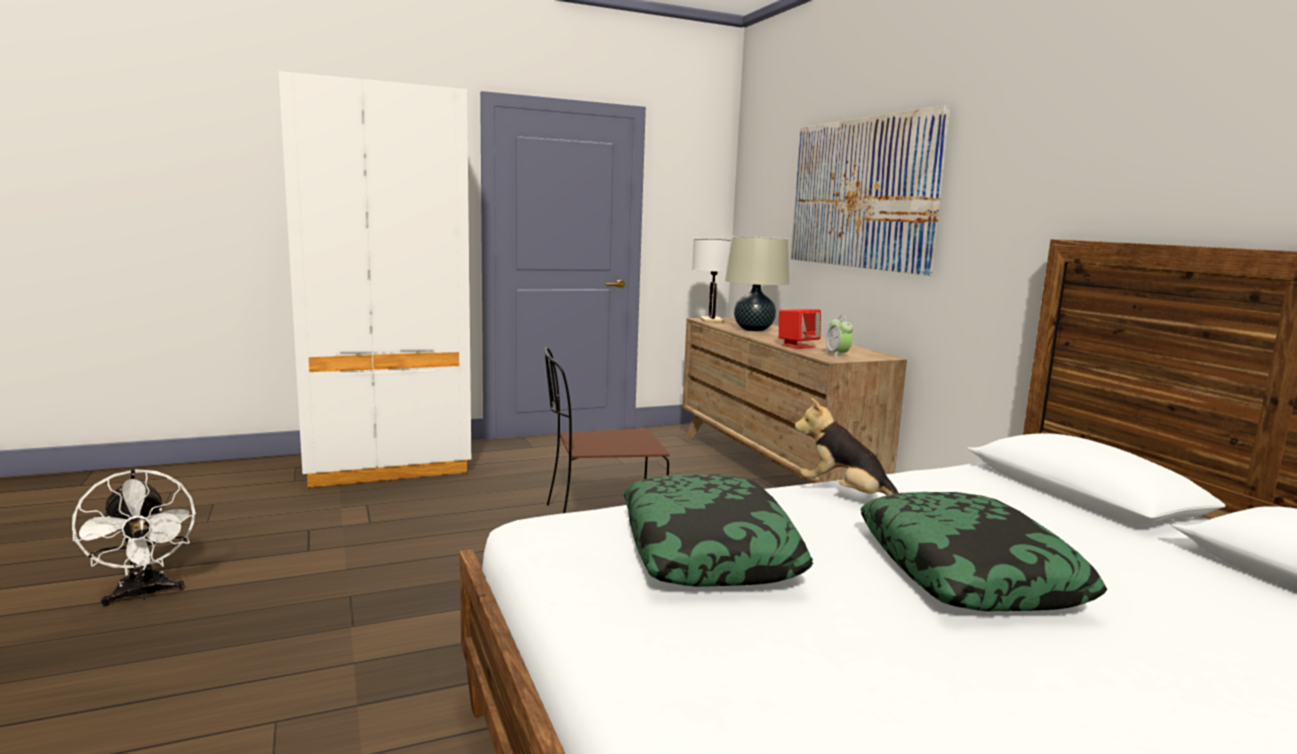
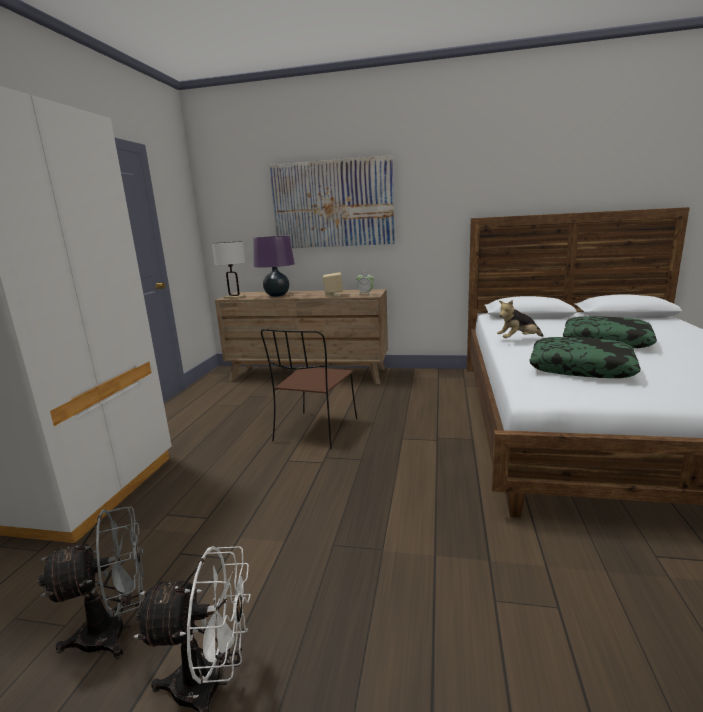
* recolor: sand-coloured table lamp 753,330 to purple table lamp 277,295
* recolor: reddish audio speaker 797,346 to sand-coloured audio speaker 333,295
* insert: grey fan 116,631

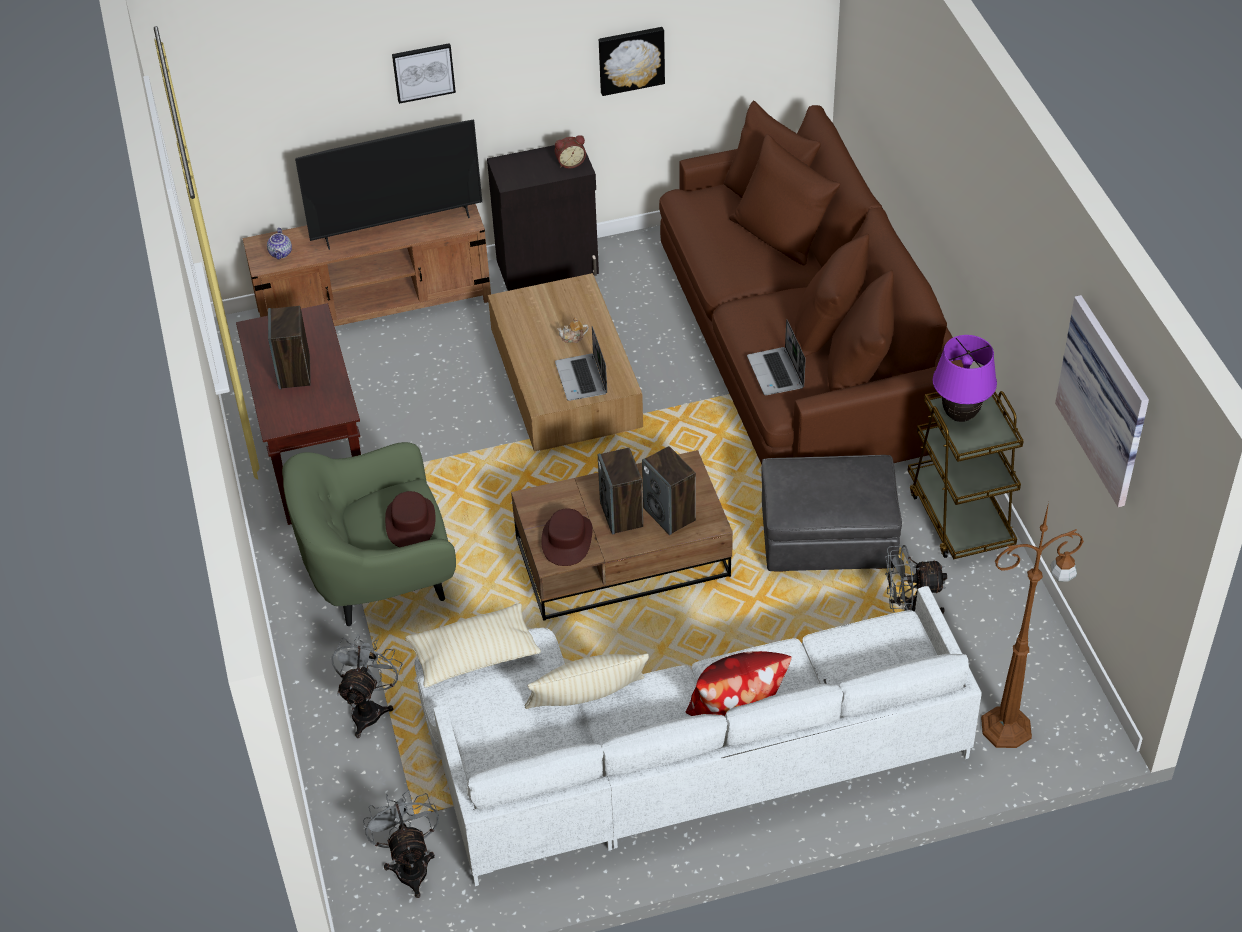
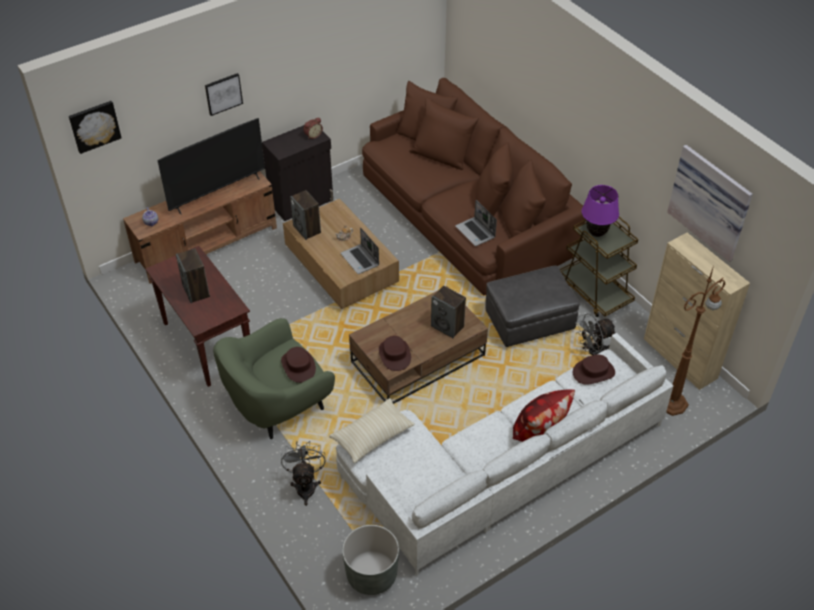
* replace: grey fan 410,865 to grey flower pot 371,574
* delete: sand-coloured throw pillow 587,699
* move: audio speaker 622,515 to 307,229
* move: picture 631,59 to 94,126
* insert: brown clothing hat 593,372
* insert: sand-coloured storage cabinet 680,359

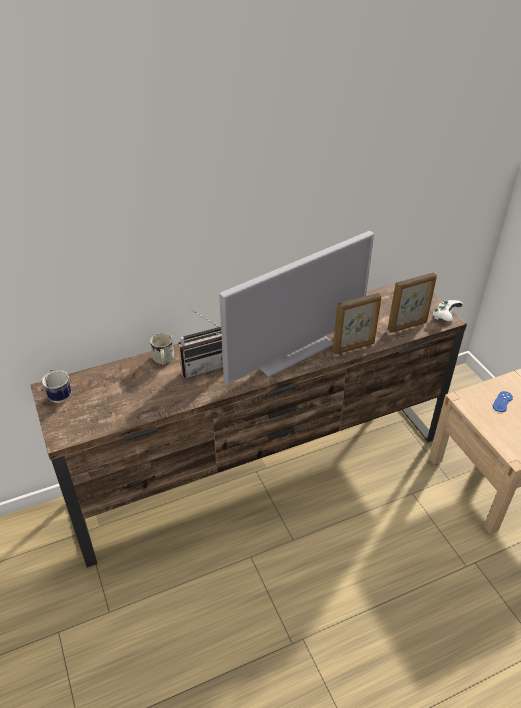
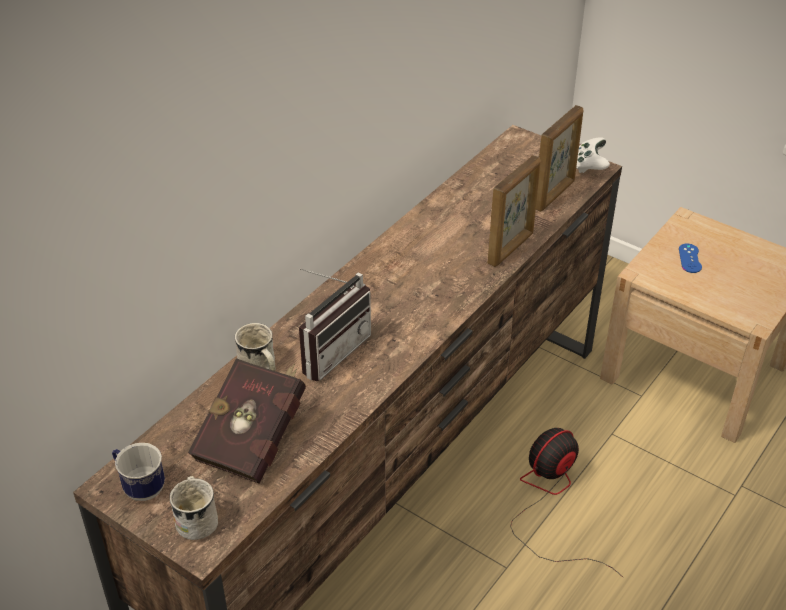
* delete: television 293,352
* insert: white-coloured tea mug 197,518
* insert: reddish bound book 255,438
* insert: fan 551,501

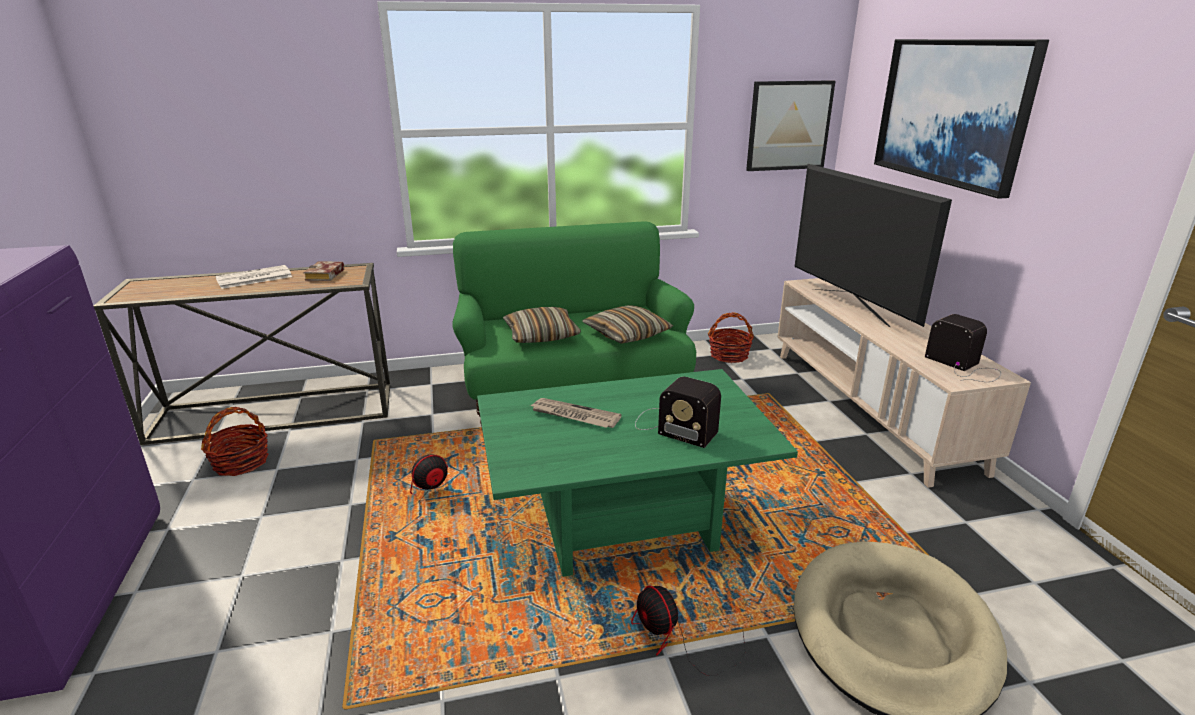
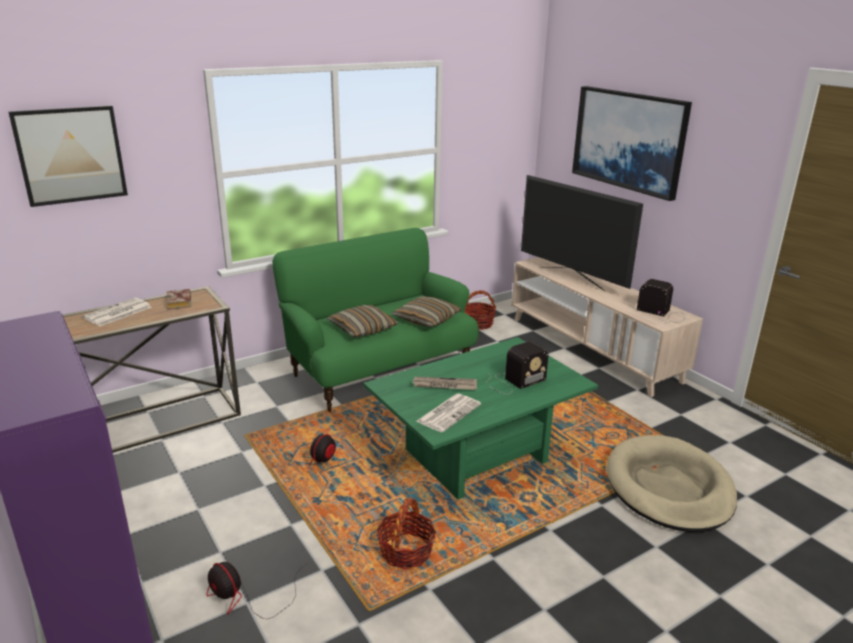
* move: basket 241,462 to 406,551
* move: fan 681,640 to 247,598
* rotate: radio set 672,426 = 513,381 45 degrees counterclockwise
* move: picture 789,126 to 71,155
* insert: printed paper 449,412

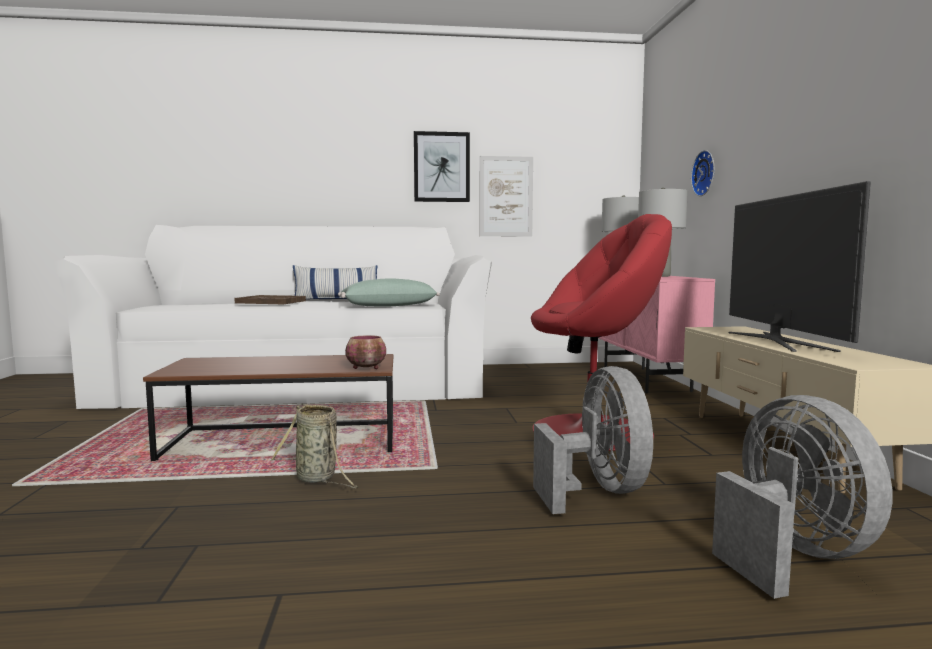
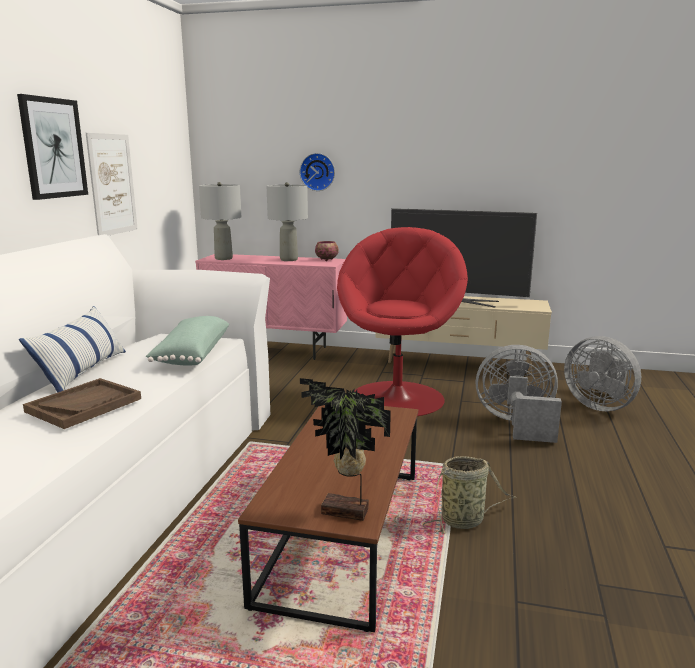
* move: bowl 367,368 to 327,260
* rotate: grey fan 790,555 = 599,405 135 degrees counterclockwise
* insert: houseplant 345,513

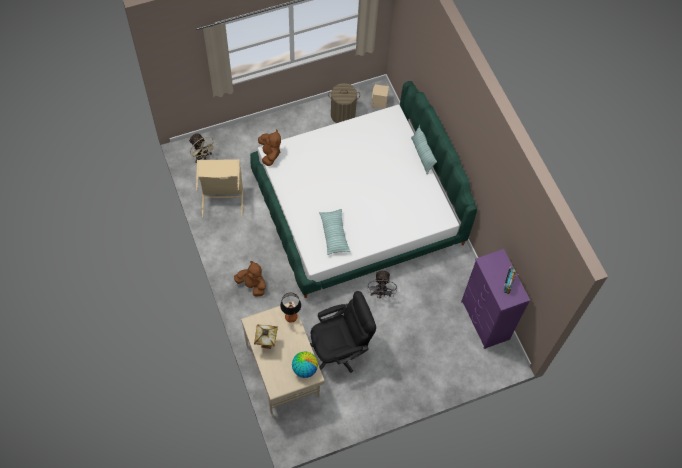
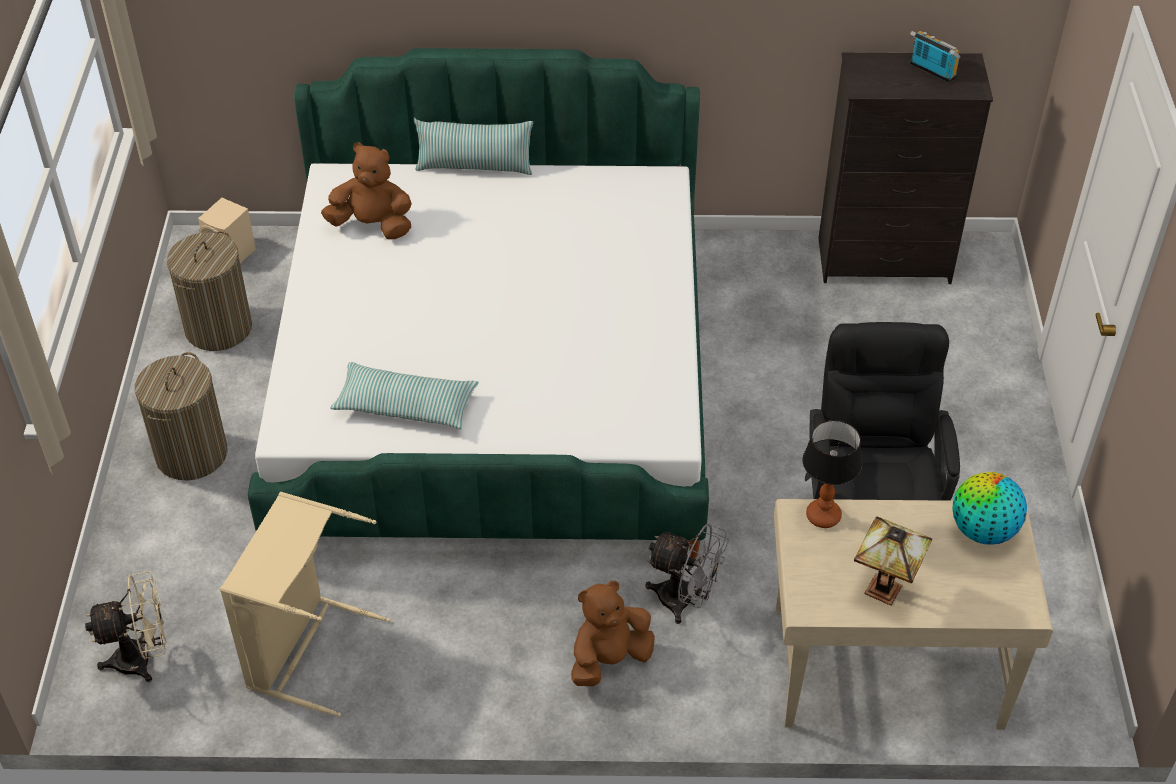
* move: brown soft toy 270,154 to 372,225
* move: throw pillow 334,234 to 406,406
* move: grey fan 380,293 to 684,601
* recolor: purple dresser 484,321 to blackish dresser 885,261
* insert: laundry basket 191,453

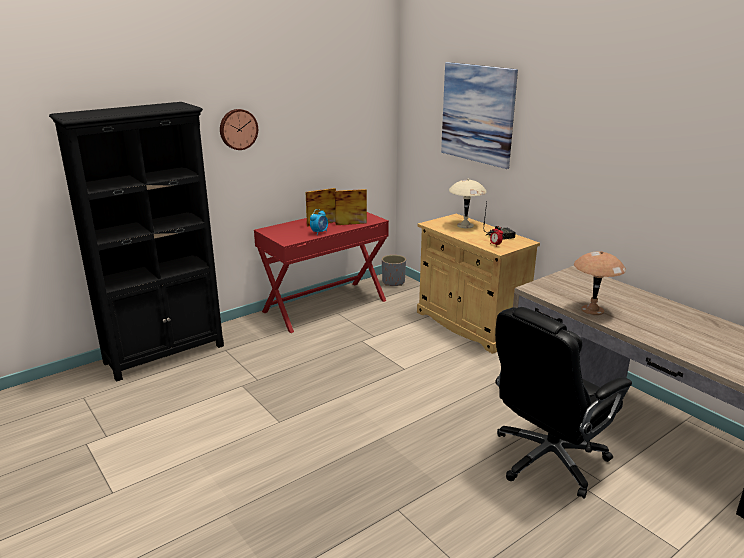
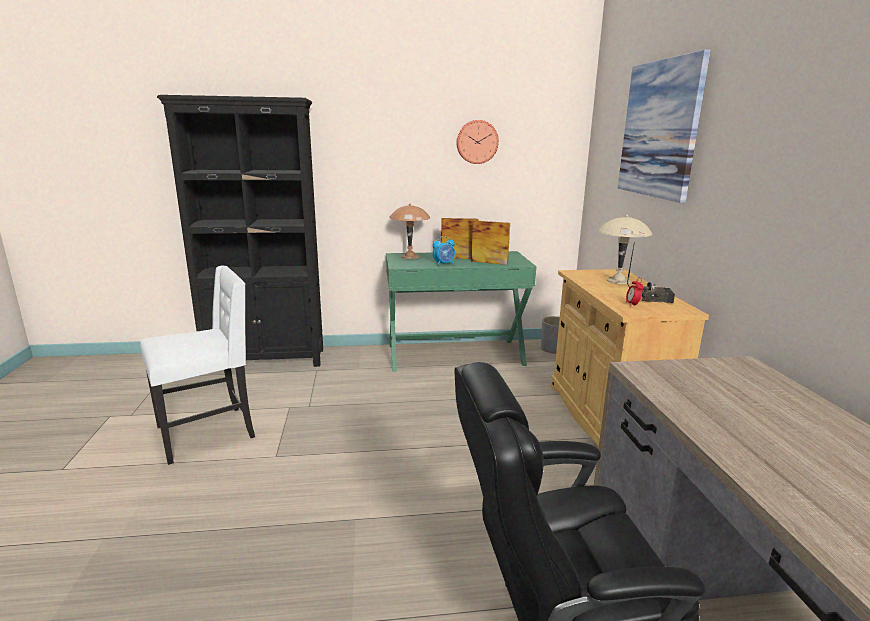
* move: hanging clock 238,129 to 477,142
* recolor: reddish desk 324,305 to green desk 455,354
* move: brown table lamp 592,310 to 409,256
* insert: white-coloured chair 208,432

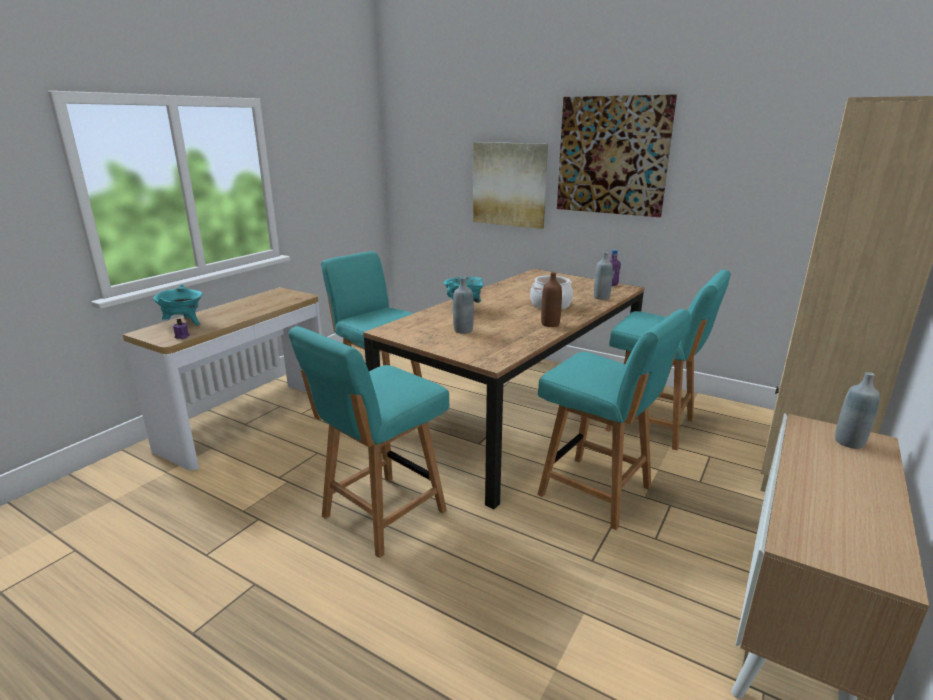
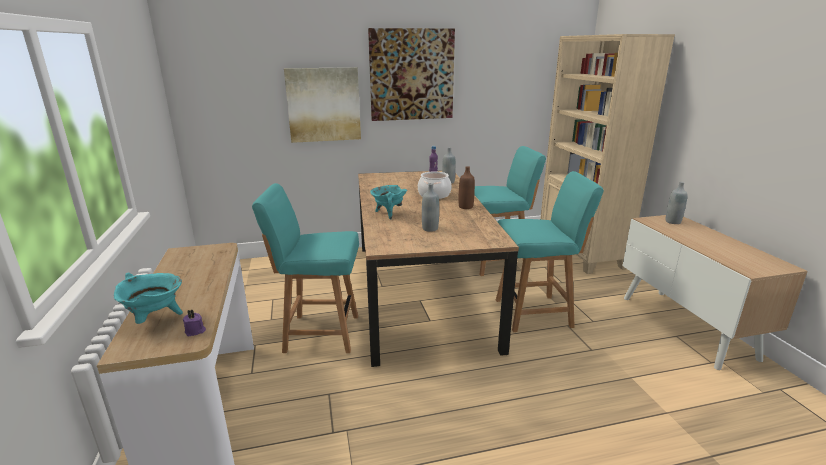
* delete: blue-green chair 381,515

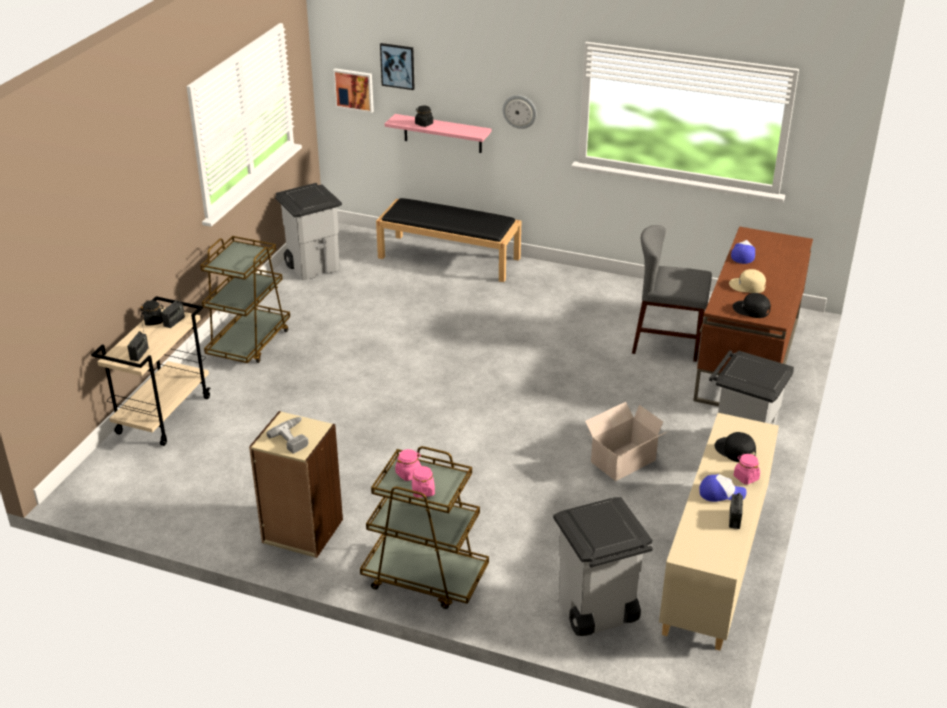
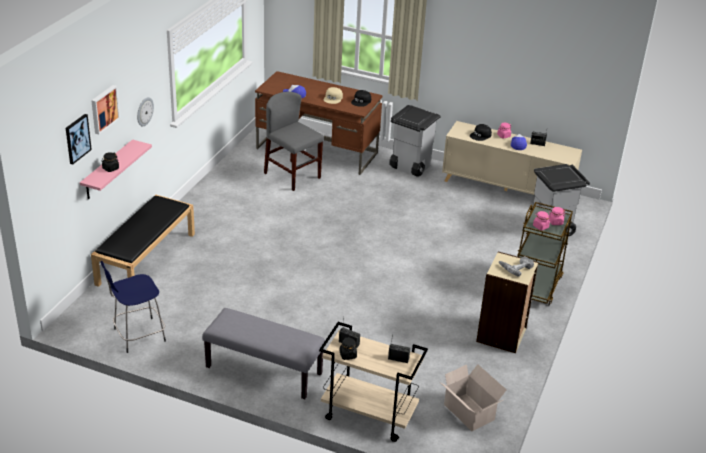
* replace: brown cart 249,343 to grey bench 263,371
* replace: grey rubbish bin 313,266 to bluish sitting stool 137,335
* move: picture 354,89 to 104,109
* move: cardboard box 621,461 to 469,413
* rotate: grey chair 667,342 = 292,175 120 degrees clockwise

